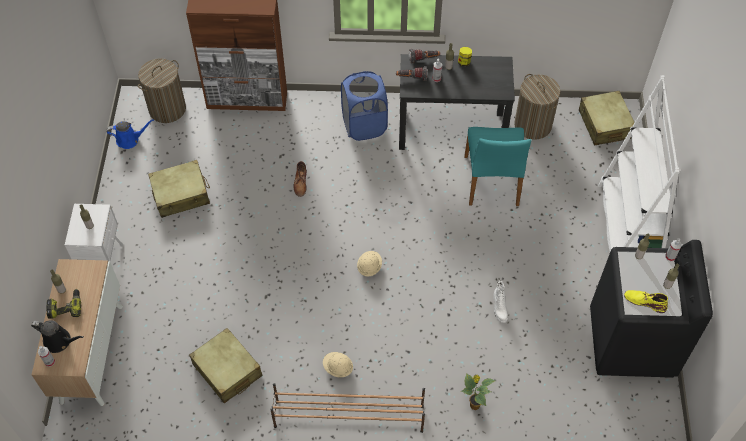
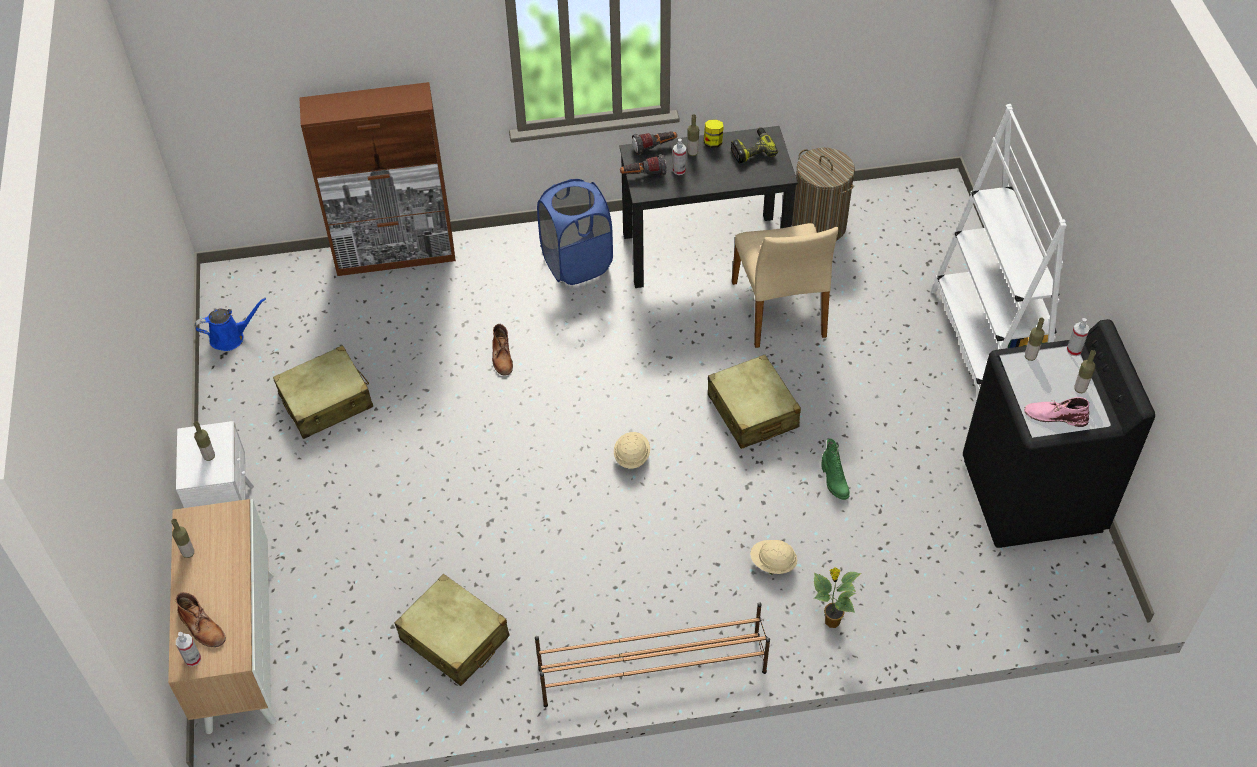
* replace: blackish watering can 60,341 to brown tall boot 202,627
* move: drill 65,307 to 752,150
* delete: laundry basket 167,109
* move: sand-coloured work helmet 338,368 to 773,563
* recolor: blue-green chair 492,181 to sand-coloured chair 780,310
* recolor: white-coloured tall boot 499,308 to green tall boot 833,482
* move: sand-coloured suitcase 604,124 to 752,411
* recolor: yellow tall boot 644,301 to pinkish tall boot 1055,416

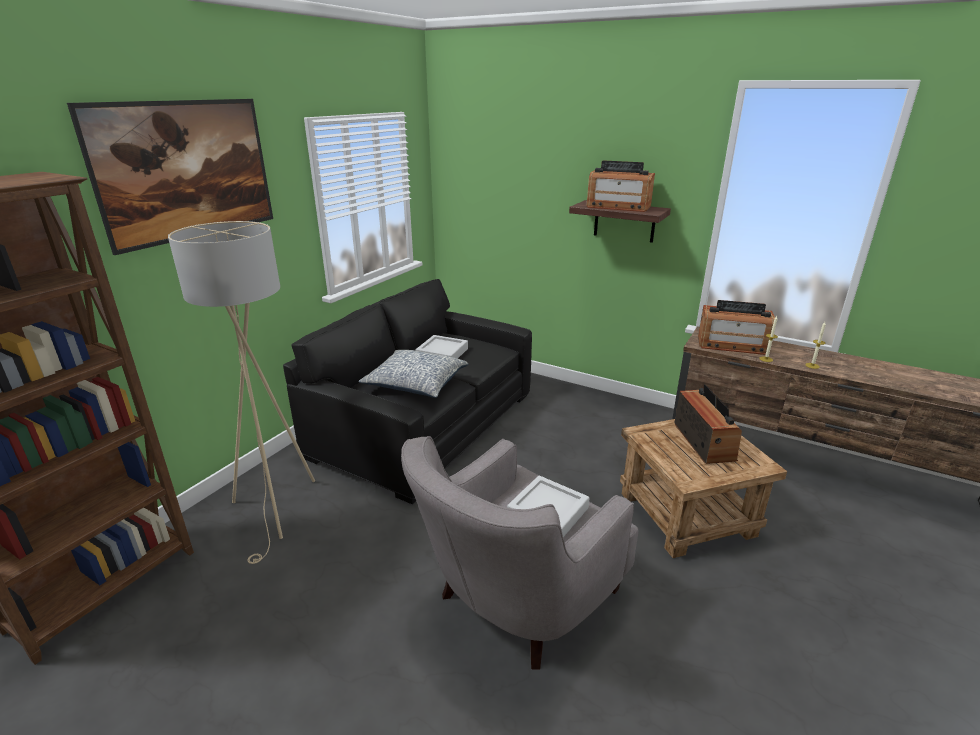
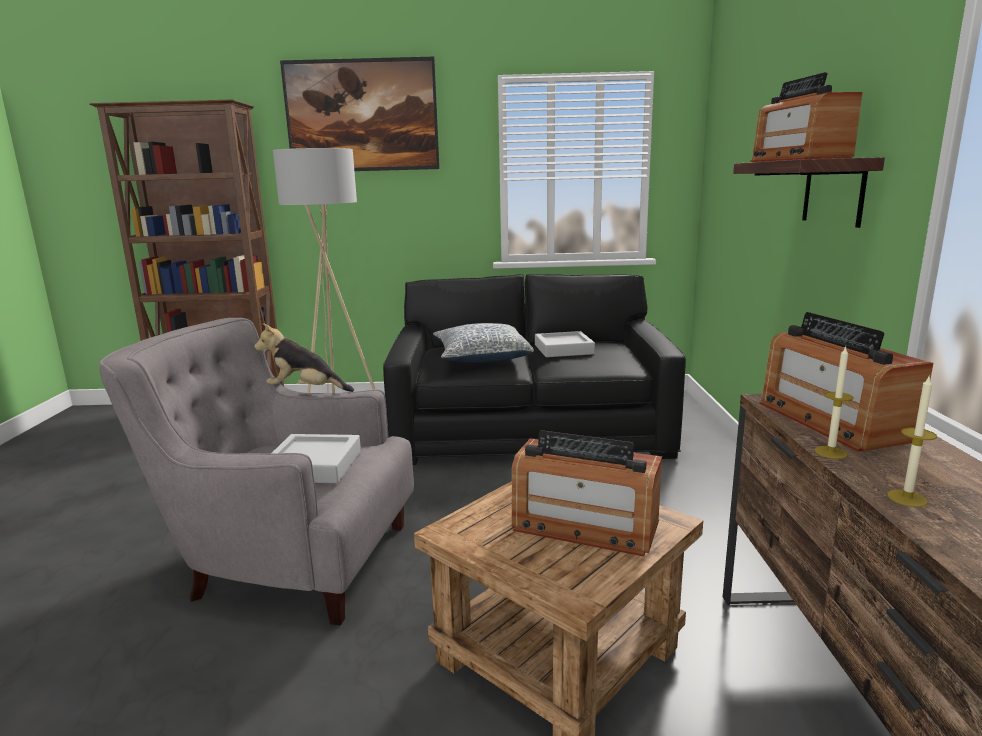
* rotate: radio set 704,442 = 584,526 60 degrees clockwise
* insert: soft toy 305,391

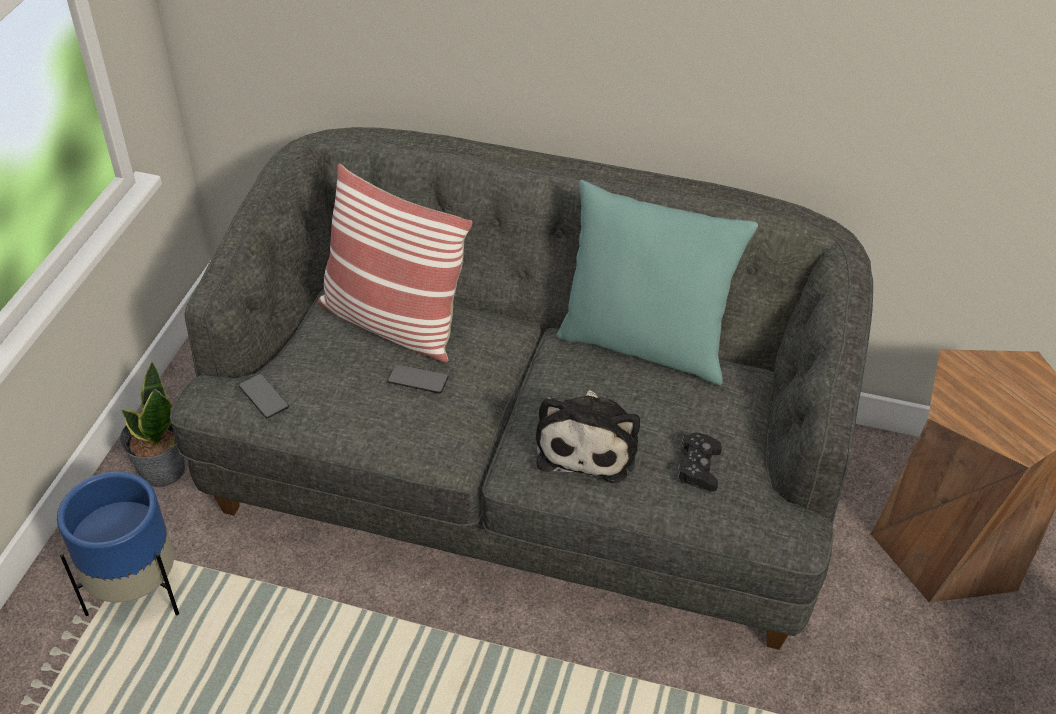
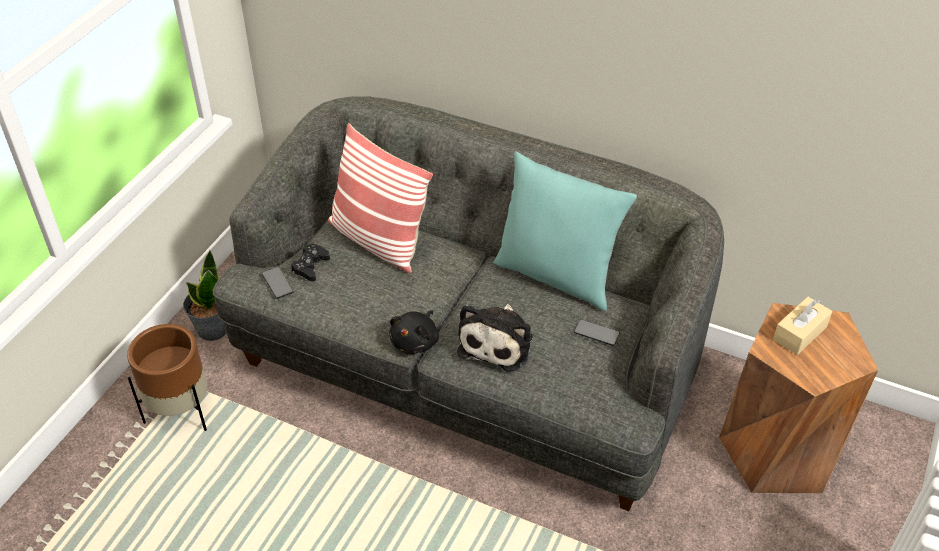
* recolor: bluish flower pot 138,592 to brown flower pot 181,411
* move: phone 418,380 to 596,333
* move: blackish game controller 698,467 to 310,266
* insert: blackish soft toy 416,341
* insert: sand-coloured tissue holder 800,333

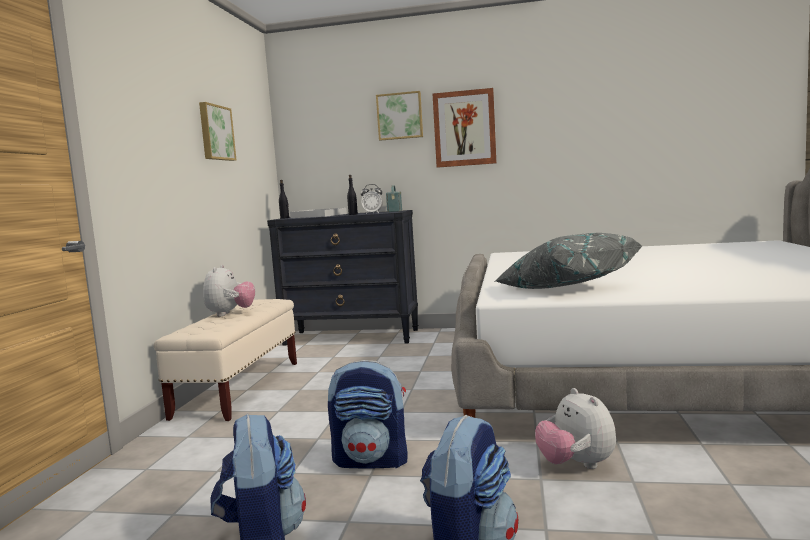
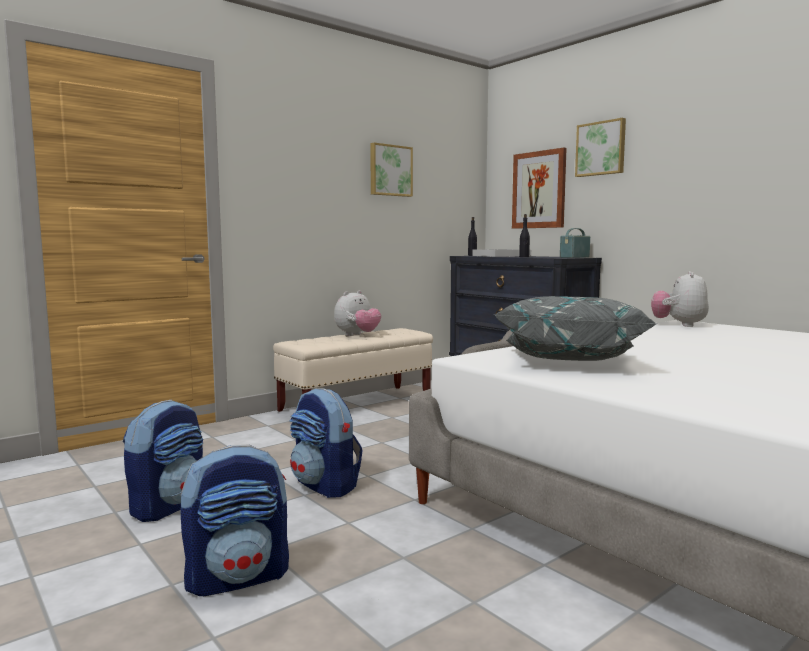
* delete: bedside clock 373,213
* move: picture 464,128 to 539,190
* move: soft toy 576,465 to 679,325

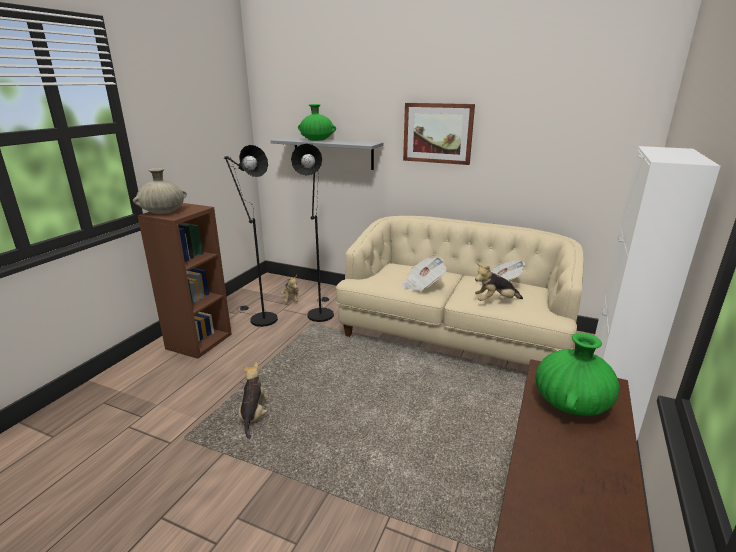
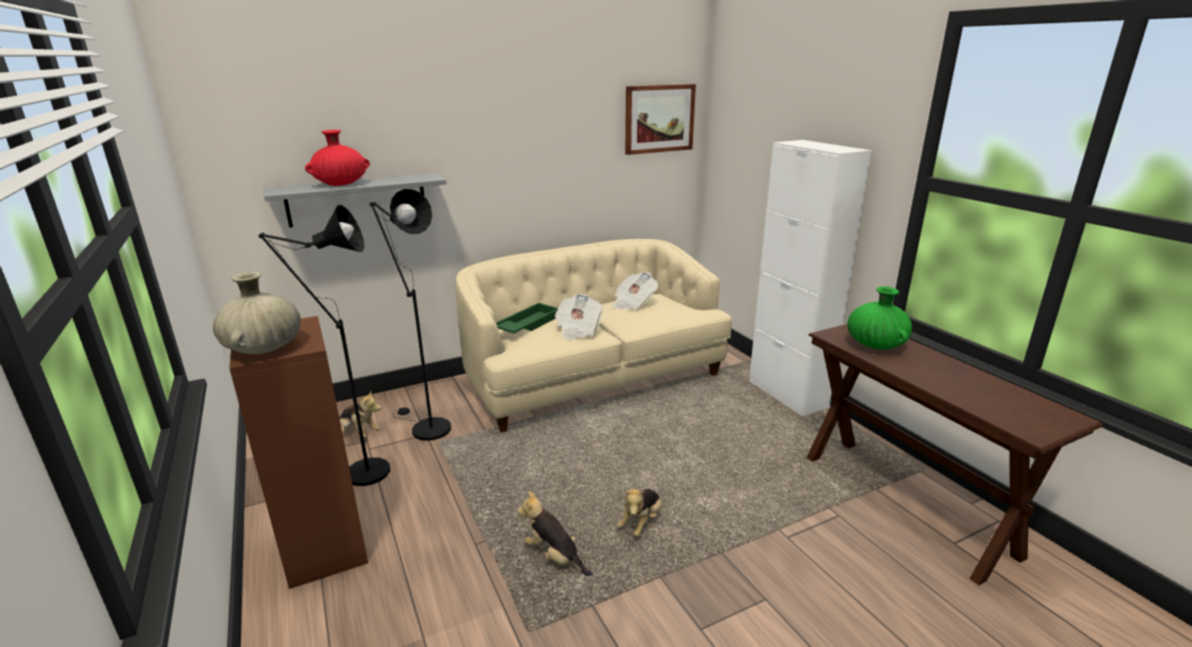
* recolor: green flower vase 317,140 to reddish flower vase 341,184
* move: picture 437,133 to 659,118
* move: soft toy 495,301 to 641,522
* insert: green serving tray 526,324

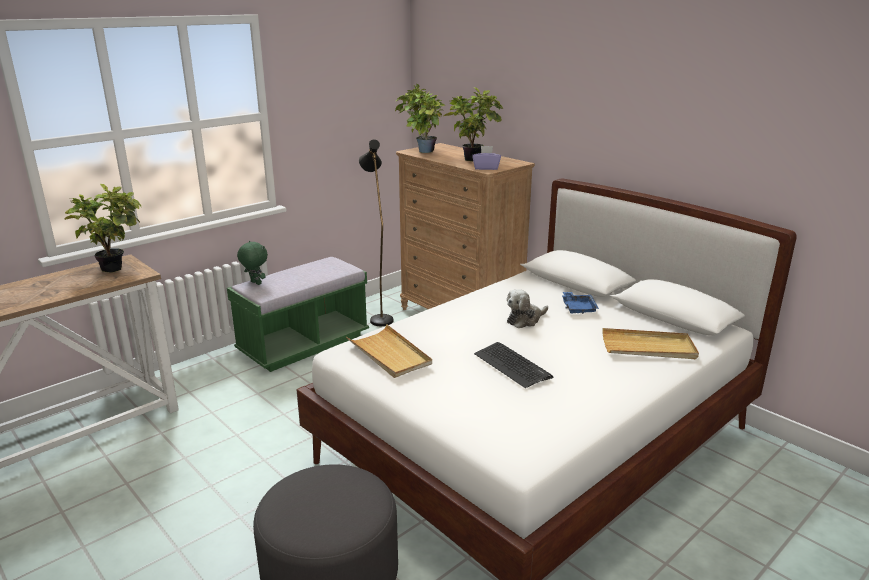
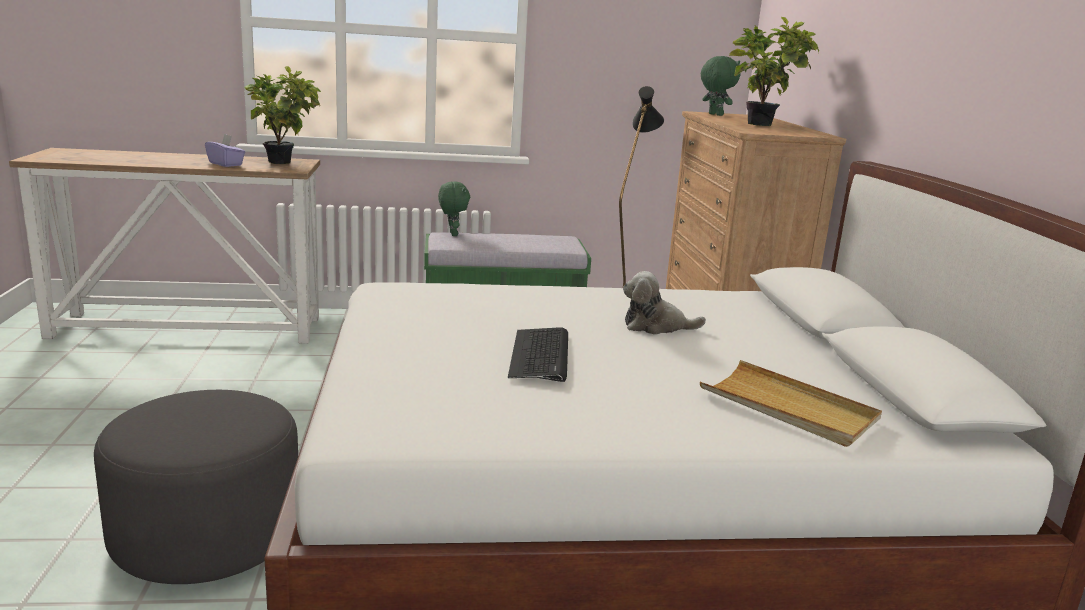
* delete: sand-coloured serving tray 389,354
* replace: houseplant 421,151 to green soft toy 714,114
* move: purple tissue holder 486,168 to 226,164
* delete: bluish serving tray 578,308

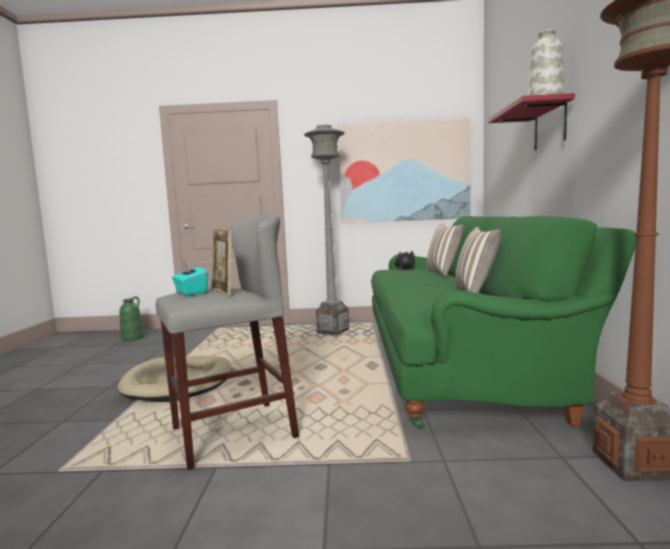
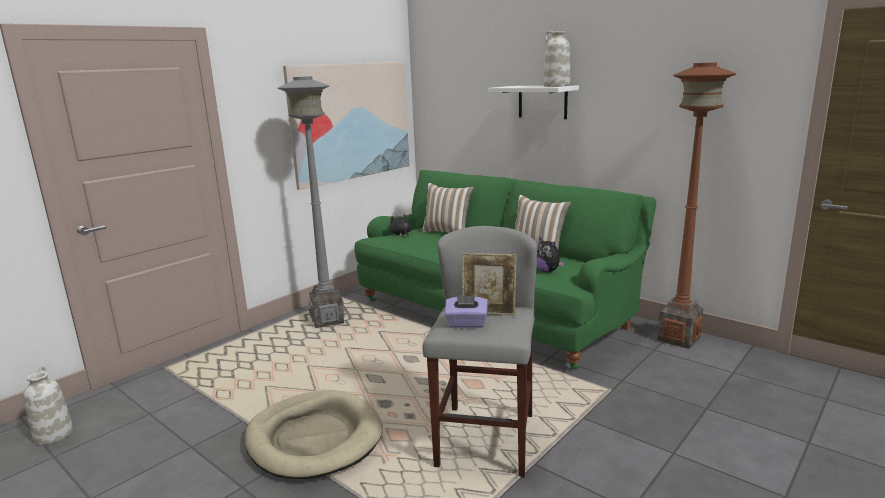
* recolor: green flower vase 132,338 to white-coloured flower vase 53,434
* recolor: blue-green tissue holder 190,293 to purple tissue holder 466,324
* recolor: reddish bracket shelf 549,125 to white-coloured bracket shelf 542,102
* insert: soft toy 548,271

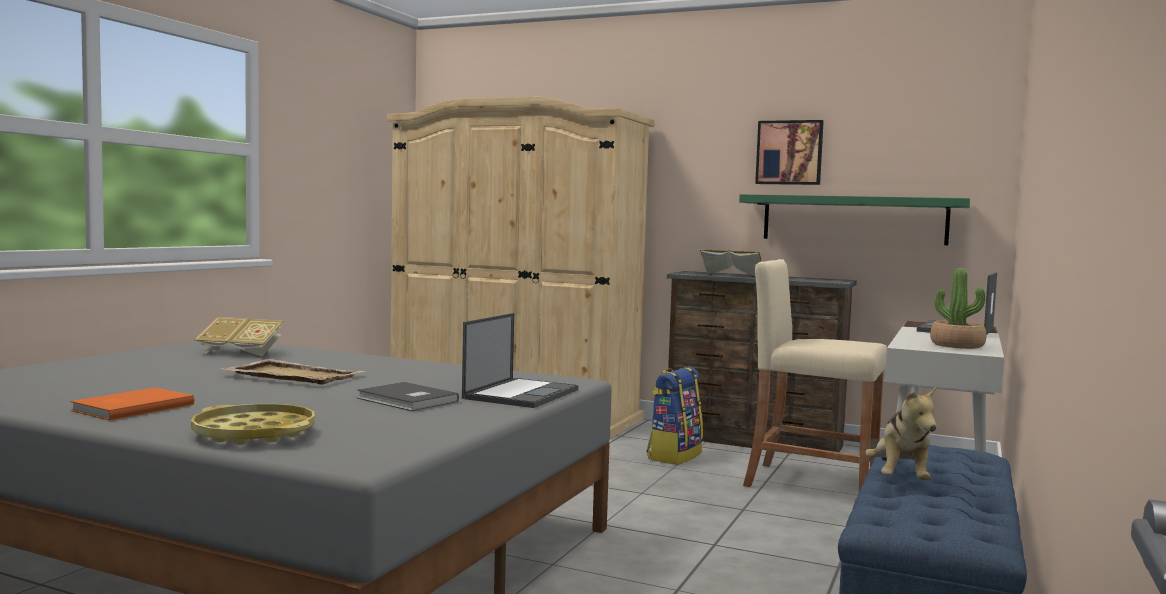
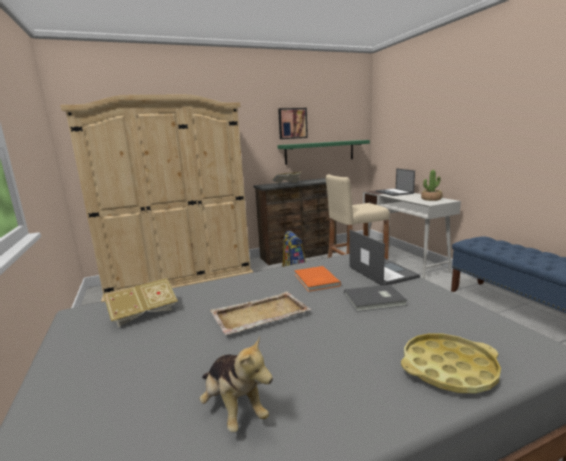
* move: orangey bound book 130,407 to 315,280
* move: soft toy 900,479 to 233,408

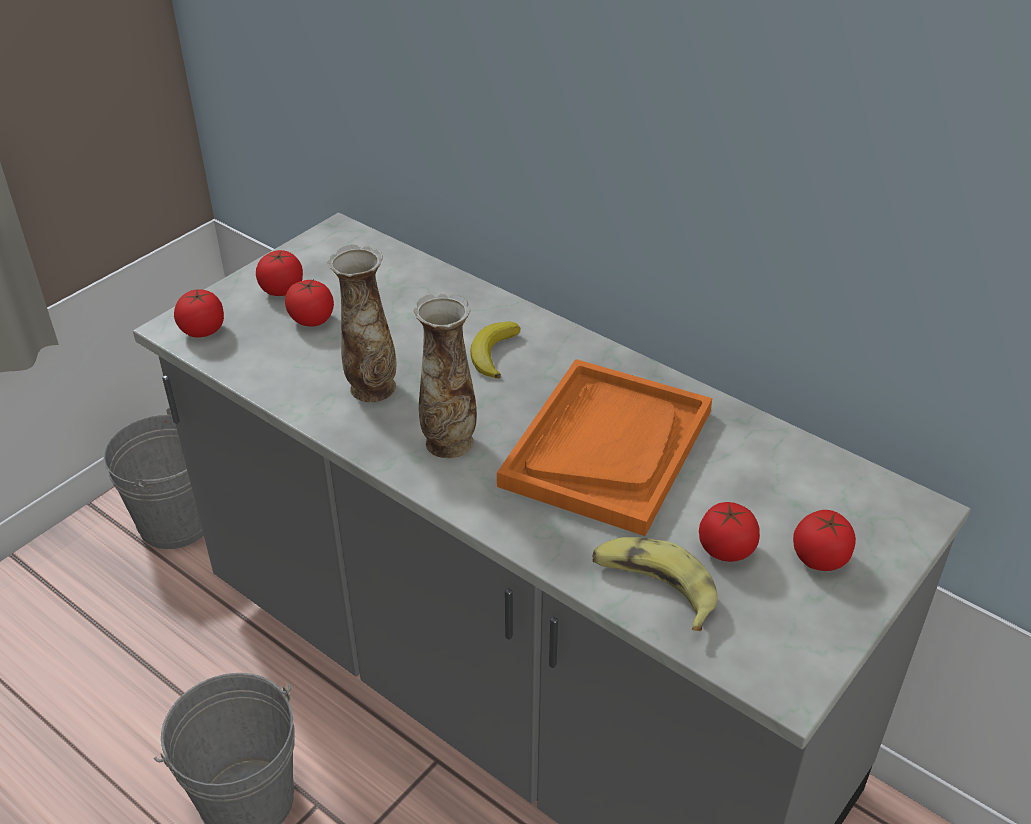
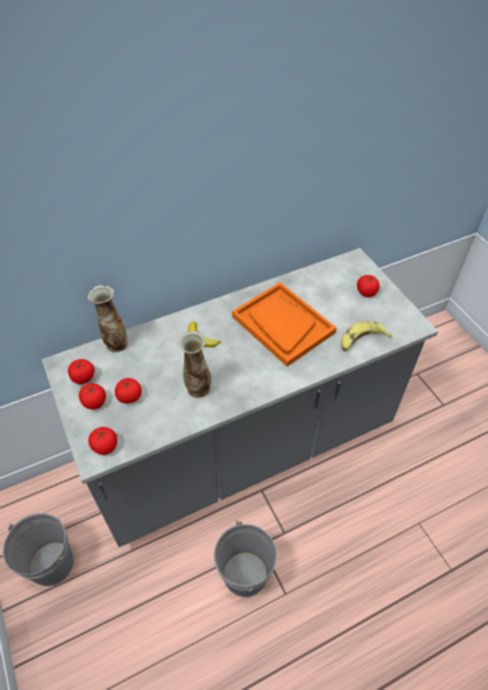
* move: flower vase 449,441 to 116,344
* move: fresh tomato 726,549 to 83,377

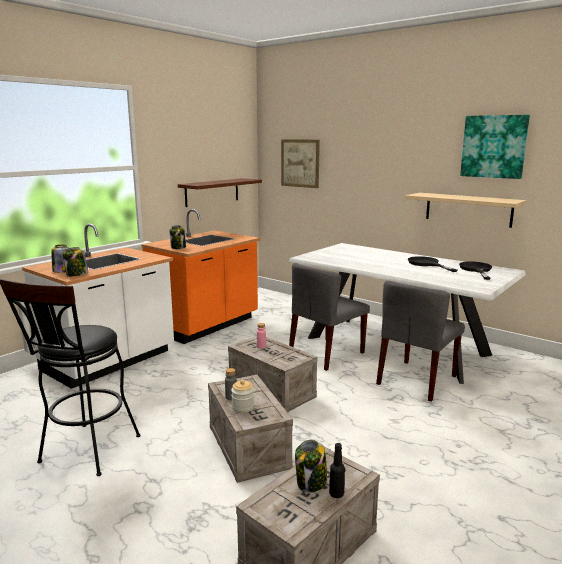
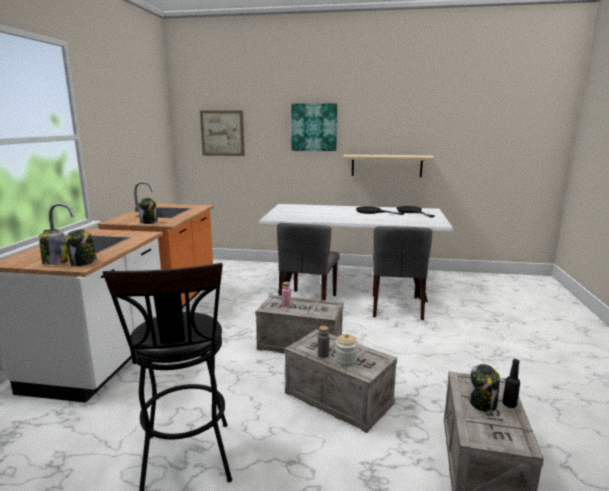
* delete: brown bracket shelf 212,192
* move: picture 494,146 to 314,127

